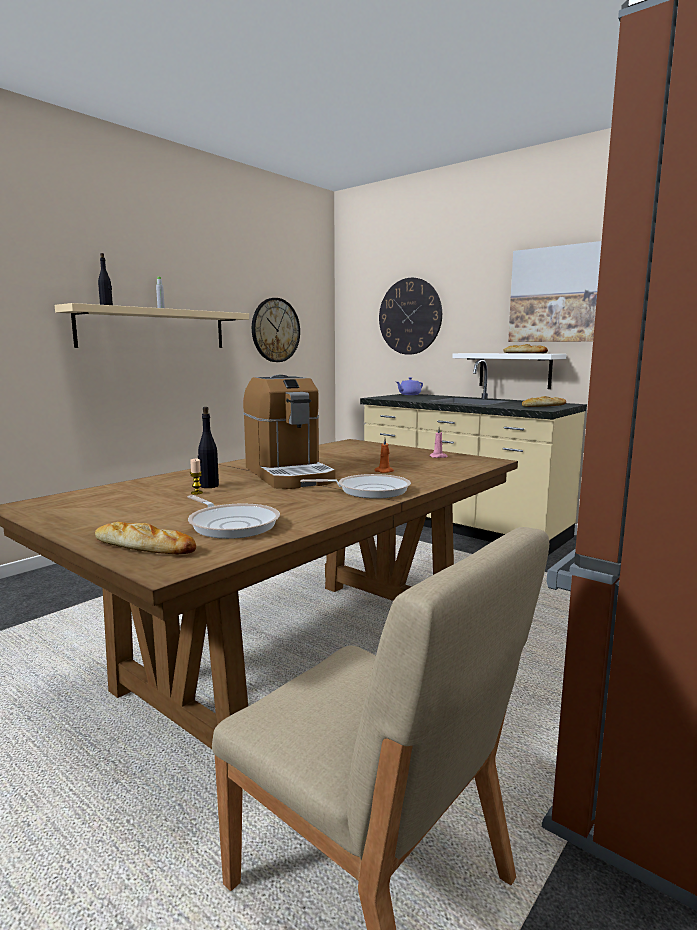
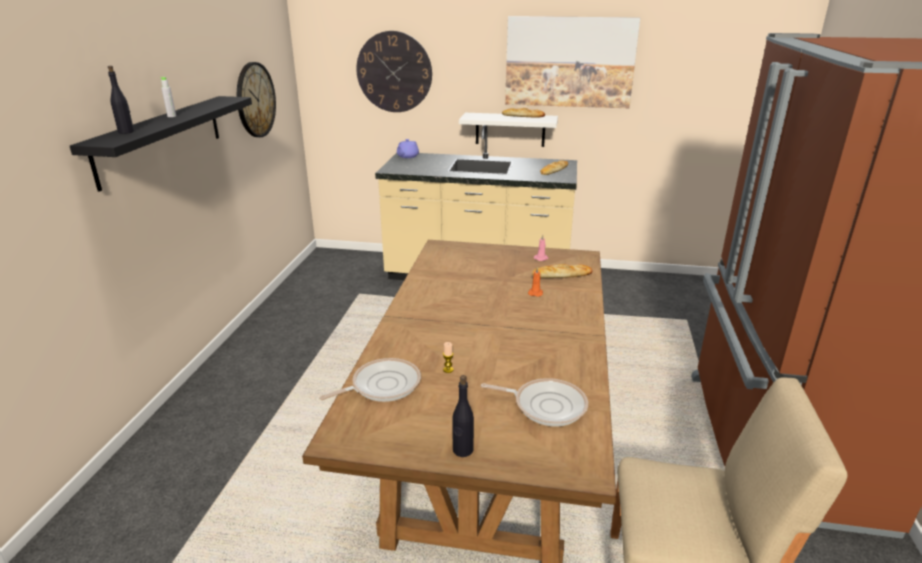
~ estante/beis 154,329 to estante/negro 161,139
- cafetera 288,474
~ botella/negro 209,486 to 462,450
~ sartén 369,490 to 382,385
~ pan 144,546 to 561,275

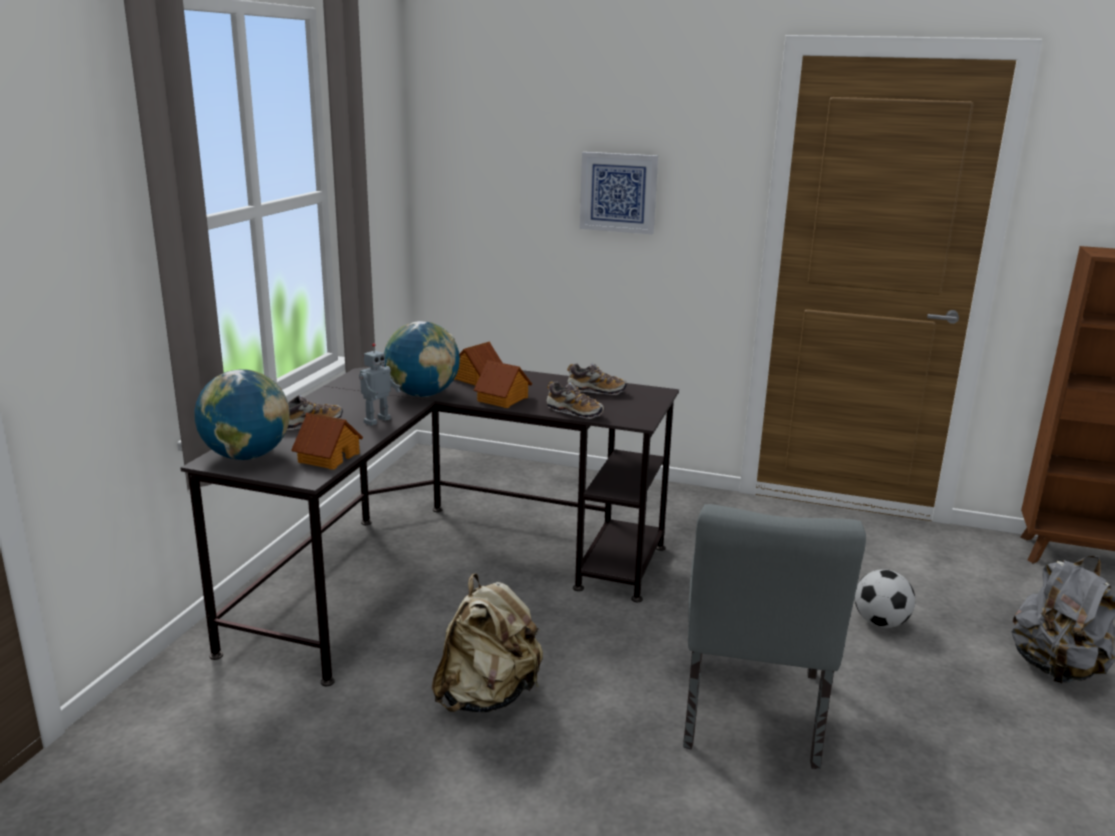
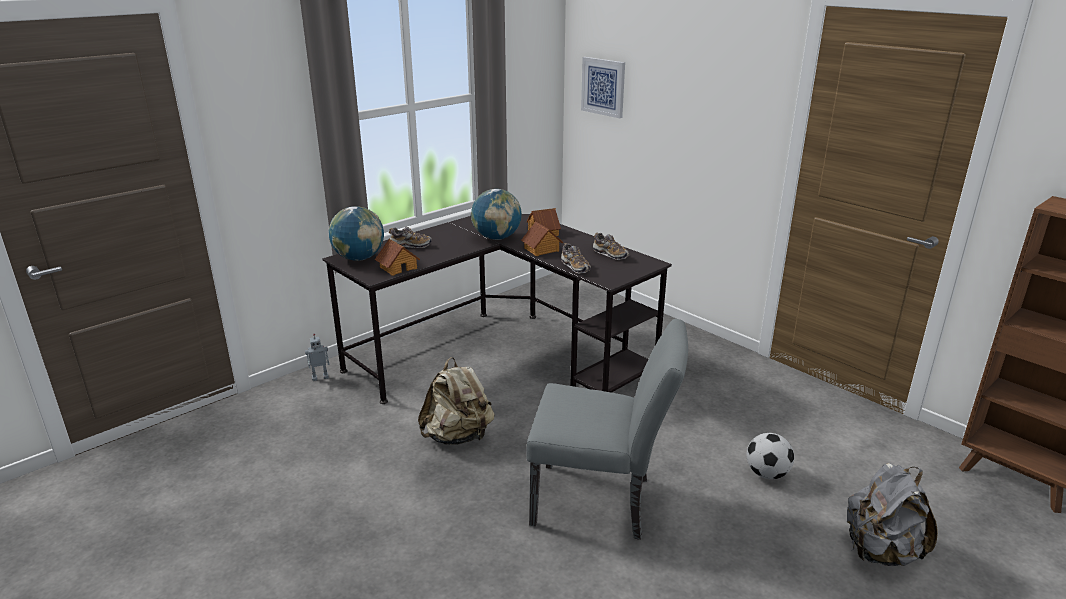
~ cuadro 618,192 to 603,87
~ robot de juguete 376,420 to 320,377
~ silla/gris 750,719 = 601,502 120 degrees counterclockwise

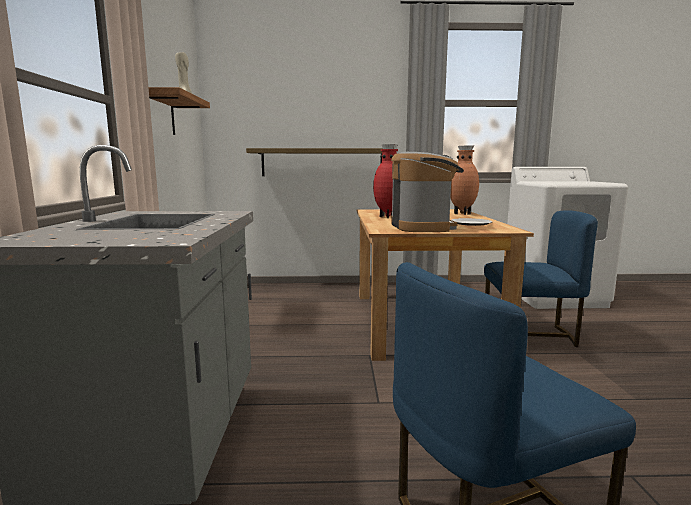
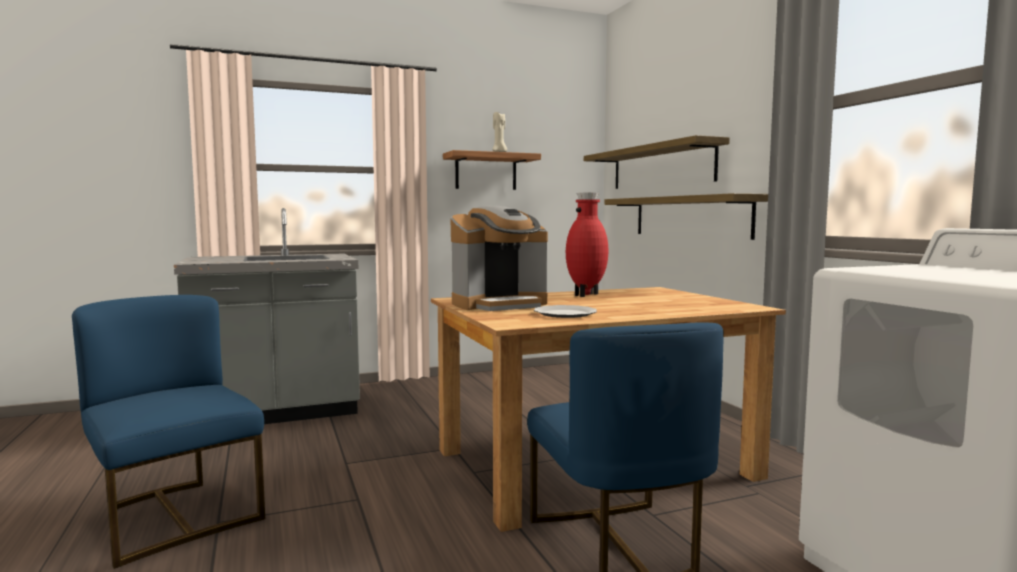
- florero/marrón 462,213
+ estante 661,167

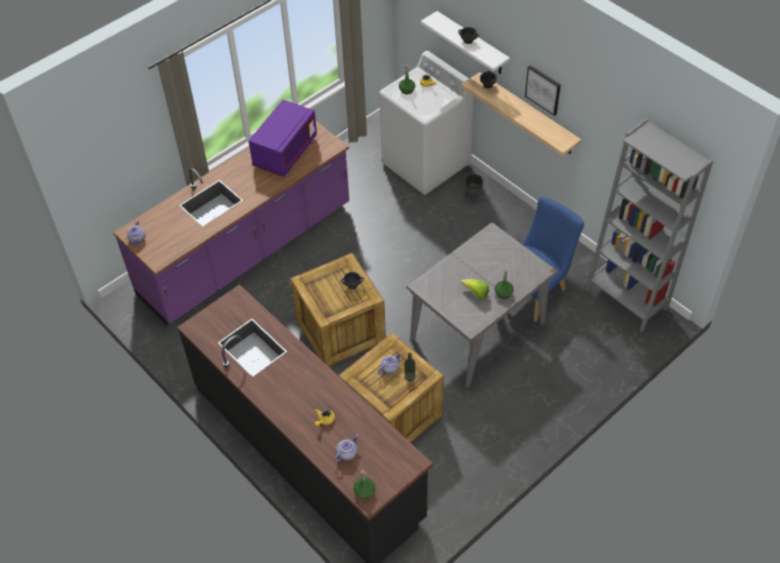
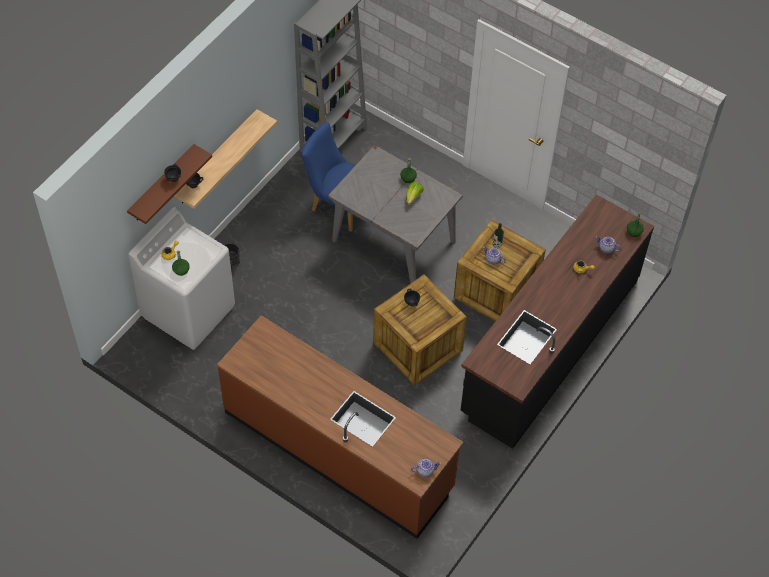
~ estante/blanco 472,44 to estante/marrón 162,184
- cuadro 543,89
- microondas/morado 285,152
~ mueble bajo de cocina/morado 246,251 to mueble bajo de cocina/marrón 339,449

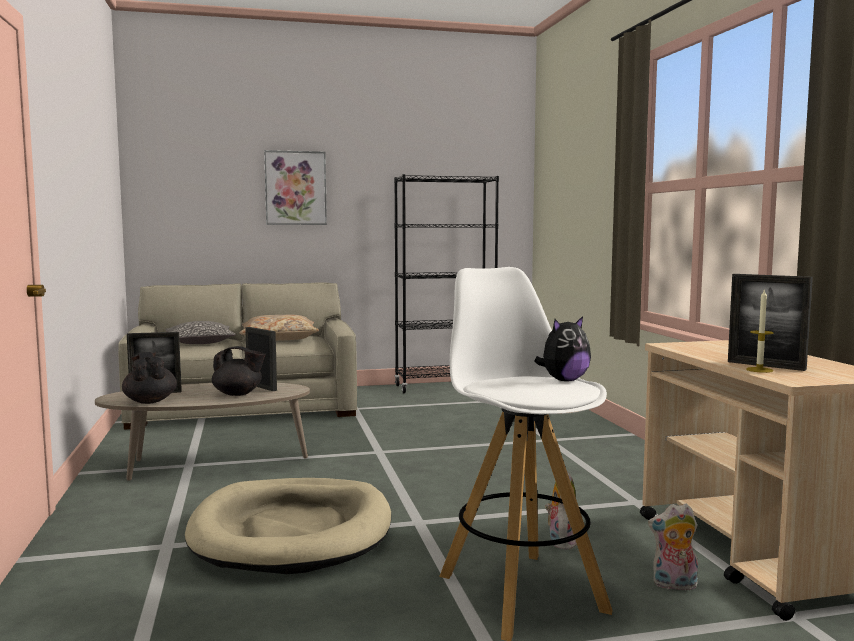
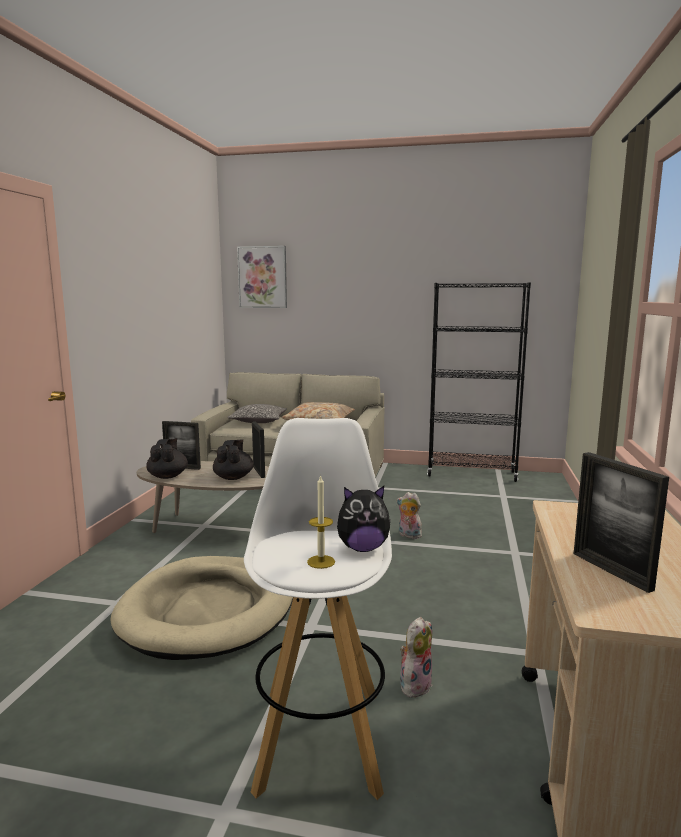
~ cuadro 295,188 to 262,277
~ vela 759,370 to 321,562
~ tetera/negro 238,394 = 233,477 120 degrees counterclockwise
~ peluche 674,585 to 408,535

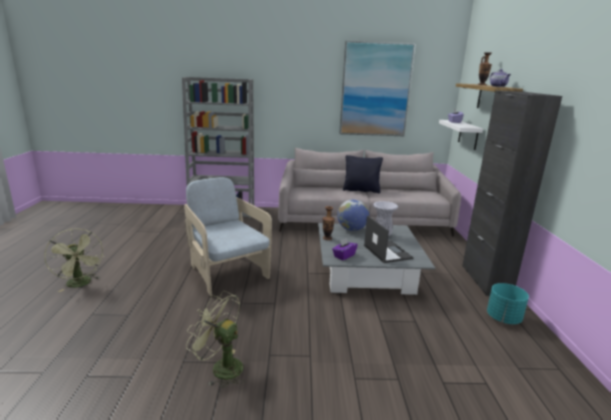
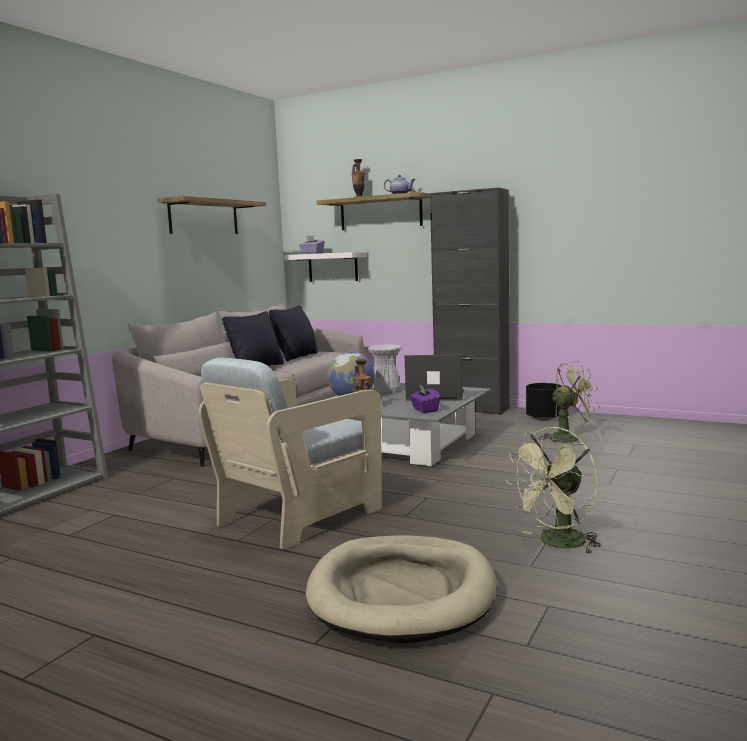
~ cuadro 375,90 to estante 204,217
~ sillón/beis 227,273 = 298,515 45 degrees counterclockwise
~ ventilador/verde 81,284 to 569,438
~ maceta/turquesa 503,318 to maceta/negro 544,418
+ cojín/negro 296,357
+ cama para perro/beis 402,593

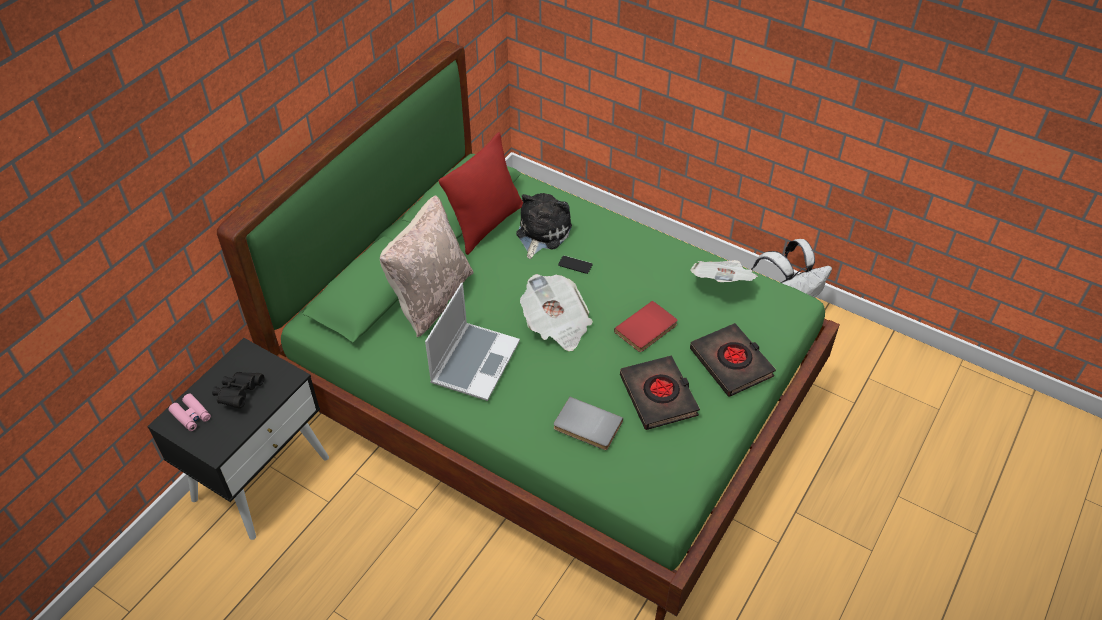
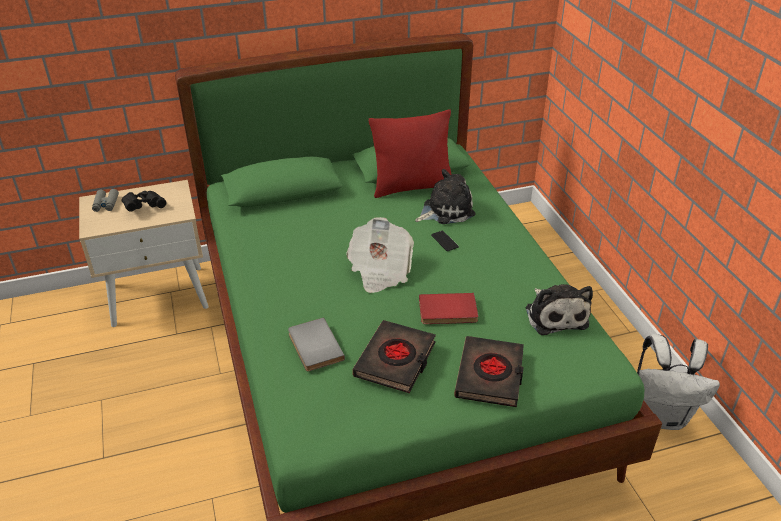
- cojín/beis 430,297
~ periódico 722,283 to peluche 555,315
- portátil 474,361
~ mesita de noche/negro 261,477 to mesita de noche/beis 158,295
~ prismáticos/rosa 191,416 to prismáticos/gris 106,204

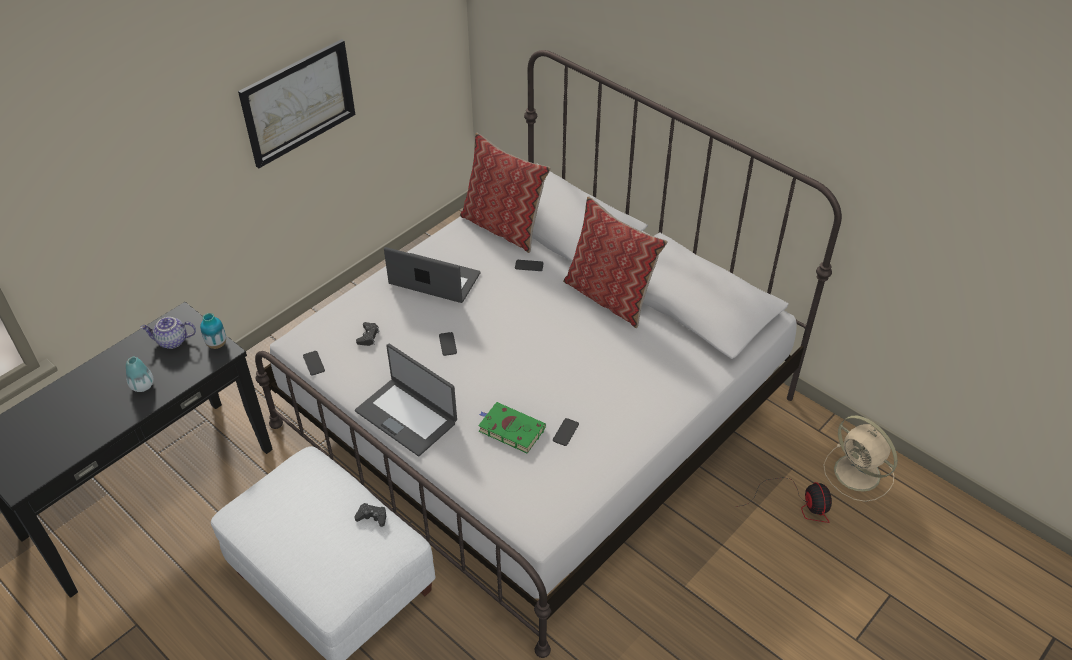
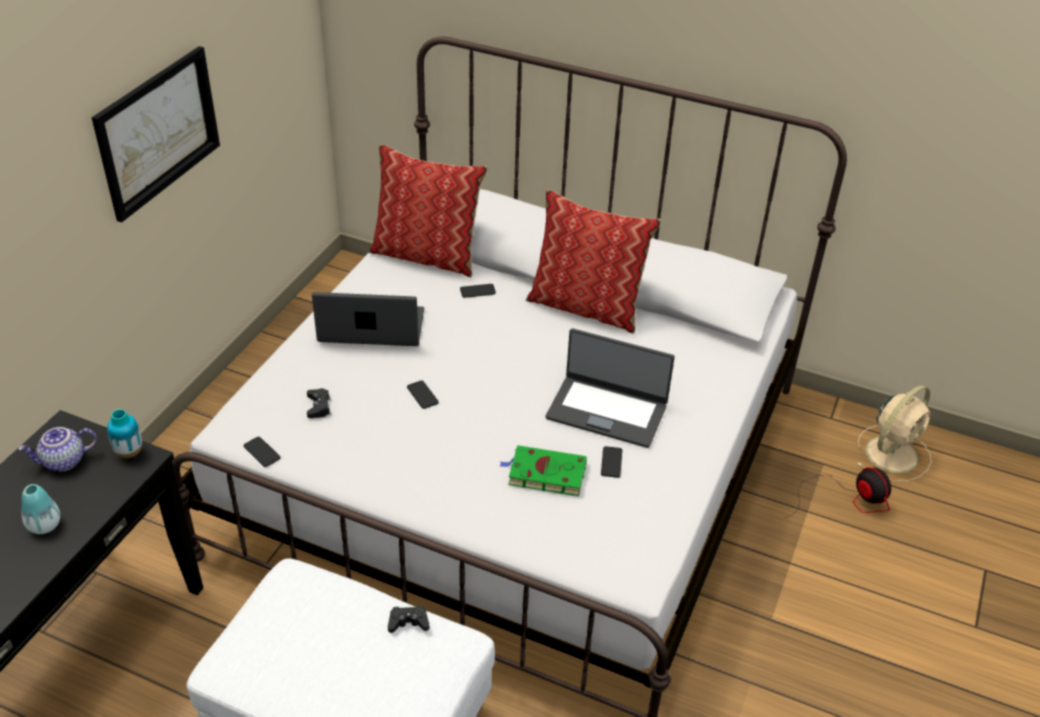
~ portátil 407,416 to 607,411
~ ventilador/beis 859,474 = 893,453 75 degrees counterclockwise

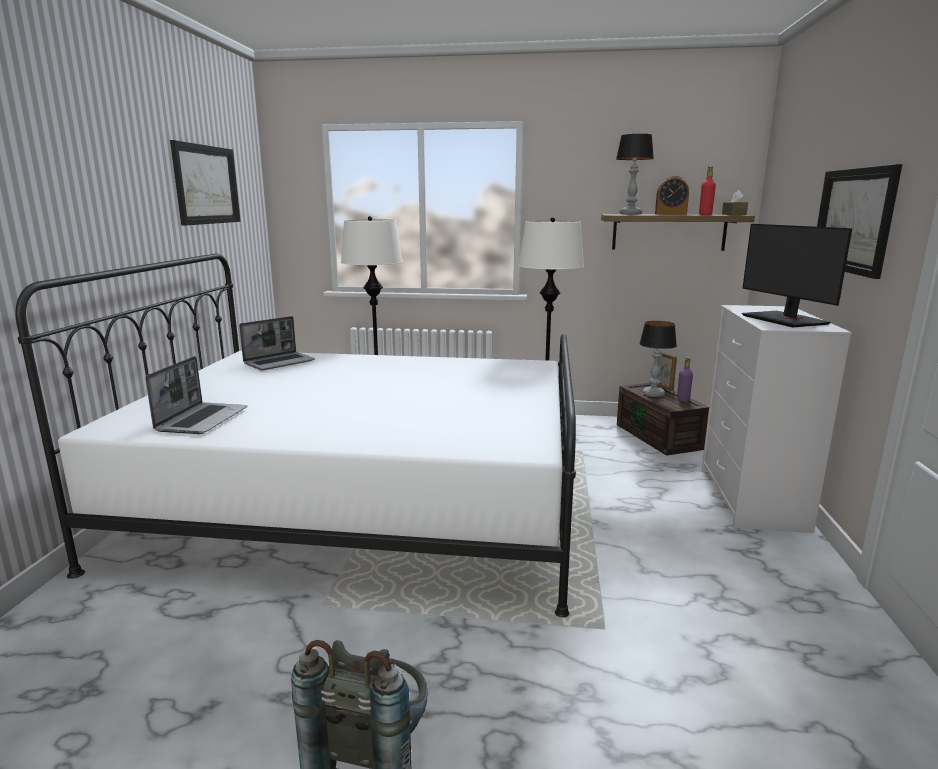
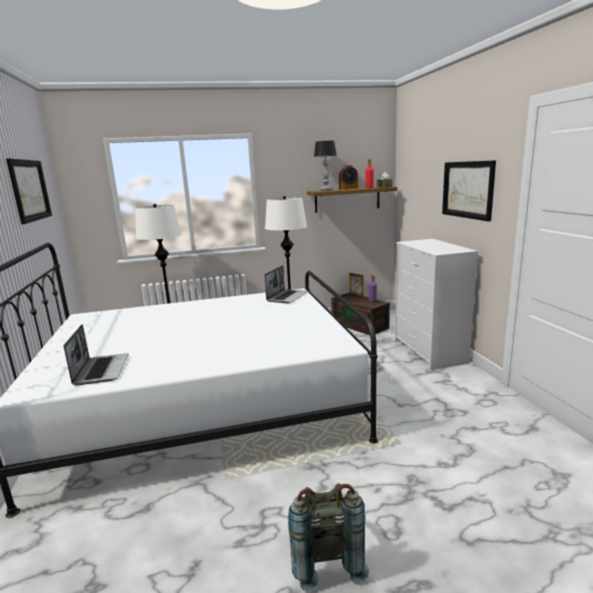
- monitor 785,320
~ portátil 280,362 to 287,297
- lámpara de mesa 652,394

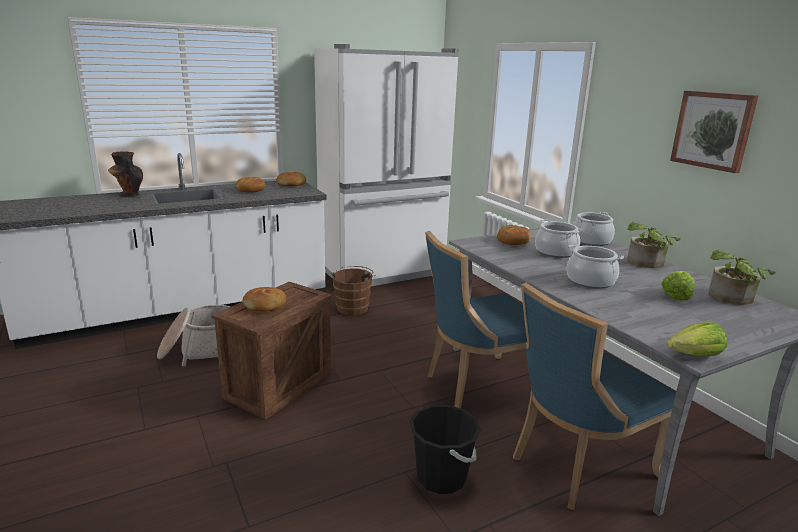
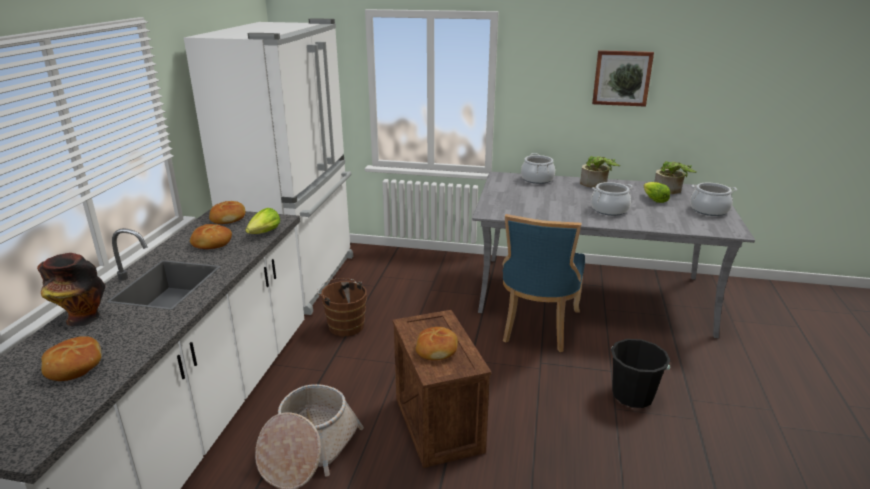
~ olla 555,252 to 709,210
~ pan 513,241 to 73,366
- silla/azul 577,465
~ lechuga 695,356 to 265,233

